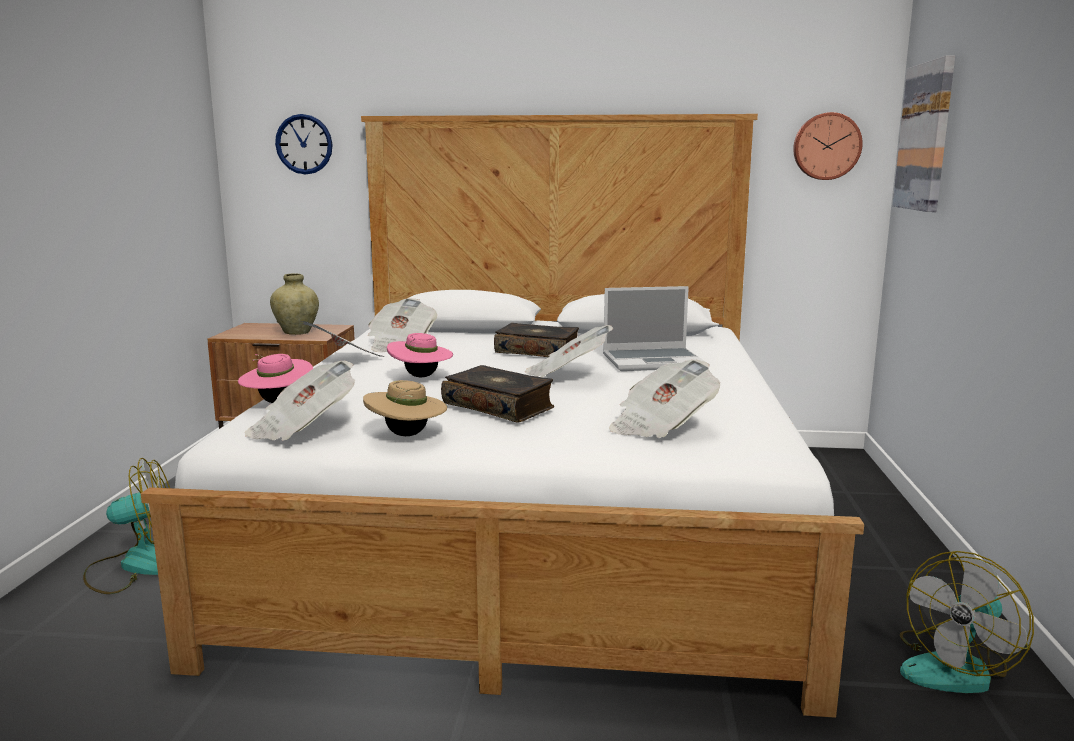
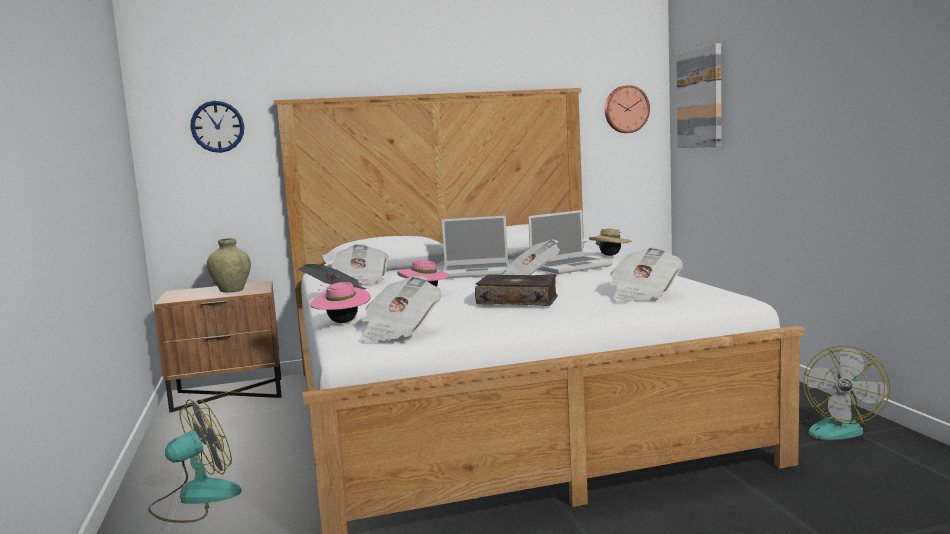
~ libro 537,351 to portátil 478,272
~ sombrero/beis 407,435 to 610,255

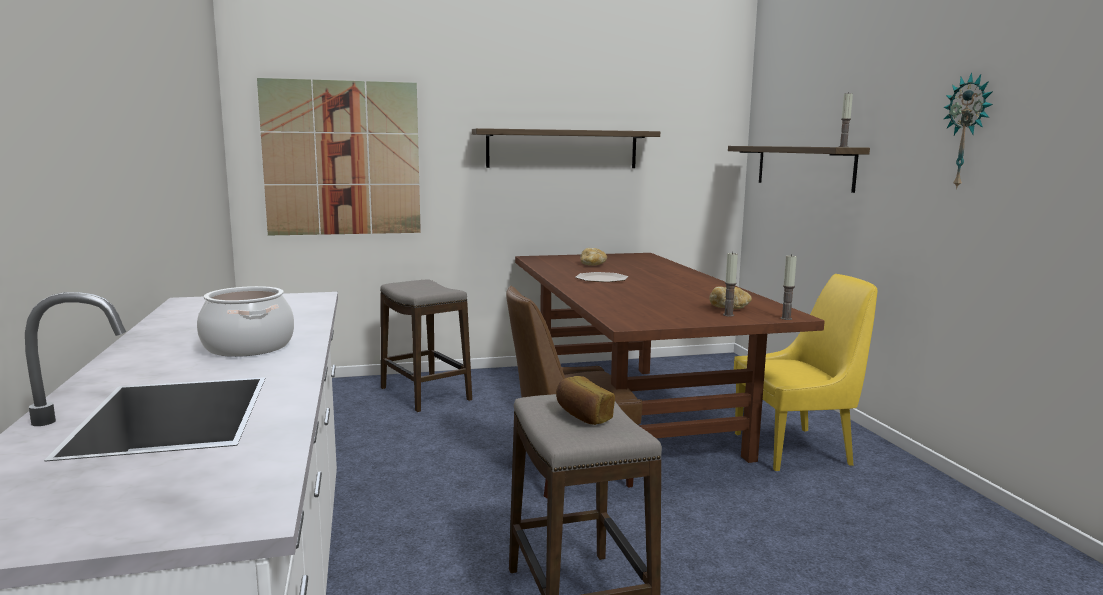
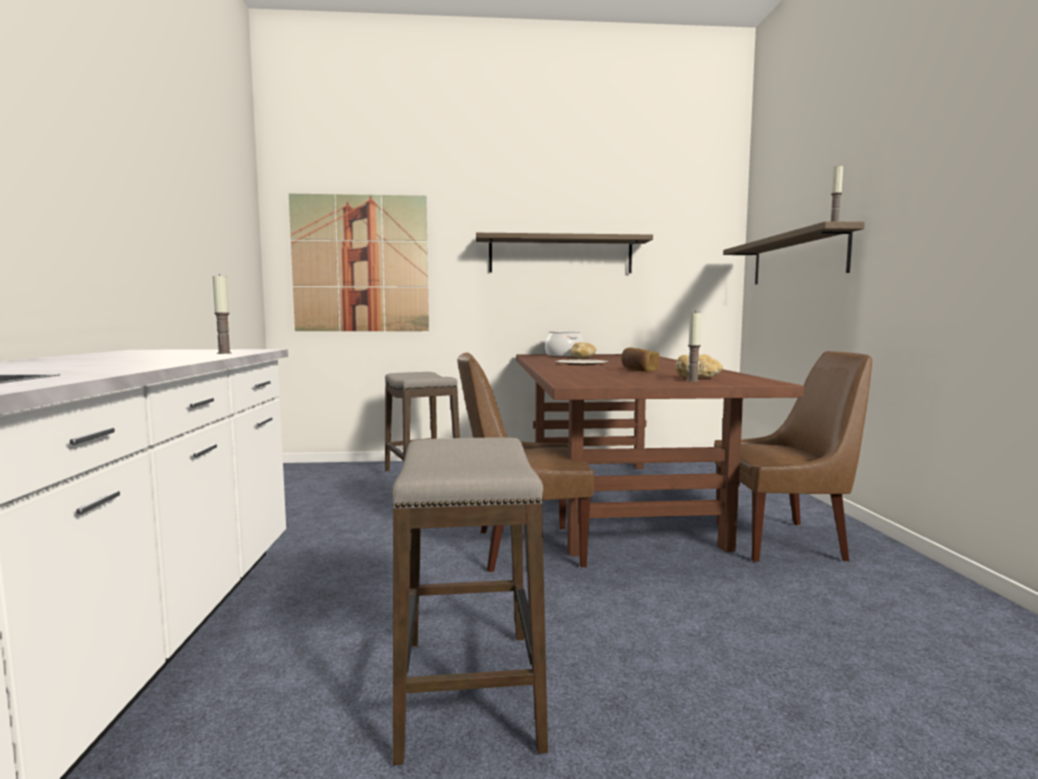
- reloj de pared 968,132
~ vela 786,318 to 224,353
~ silla/amarillo 796,449 to silla/marrón 783,541
~ olla 247,347 to 563,355
~ pan 583,416 to 638,370

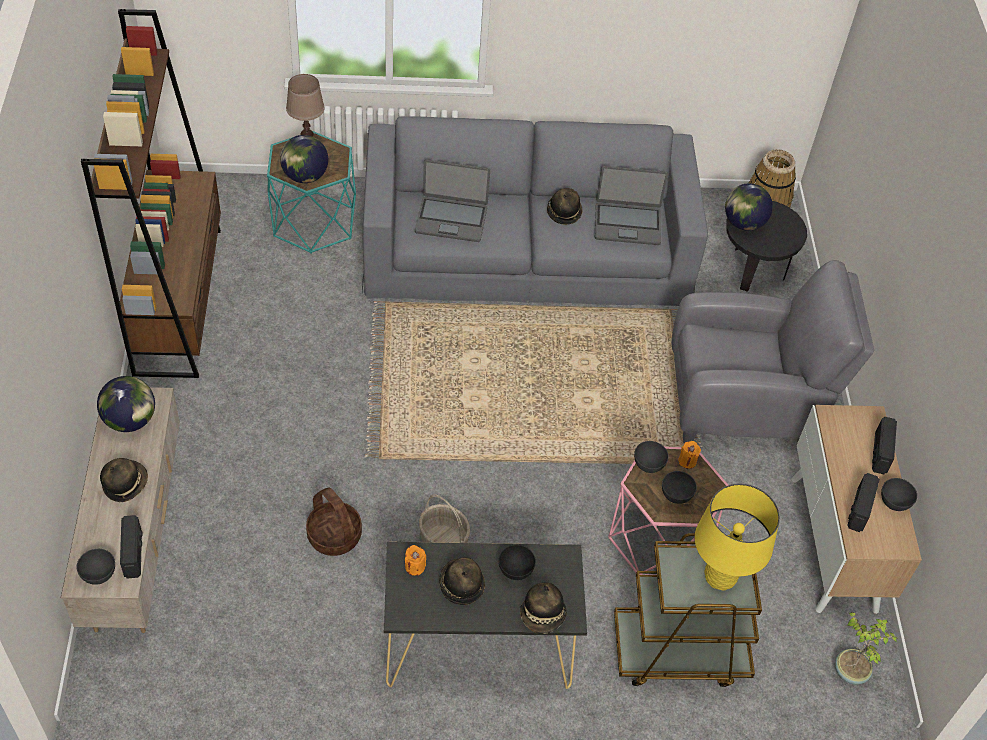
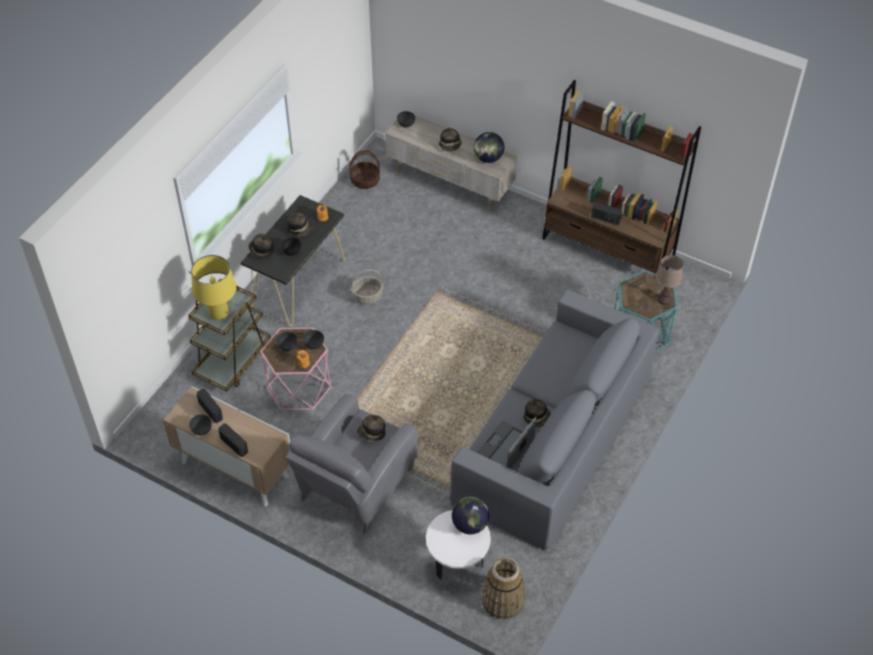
- globo terráqueo 305,176
- portátil 451,219
~ mesa auxiliar/negro 753,269 to mesa auxiliar/blanco 457,562
~ cesta 334,535 to 365,180
~ radio 133,554 to 605,219
- planta en maceta 851,671
+ sombrero 371,433

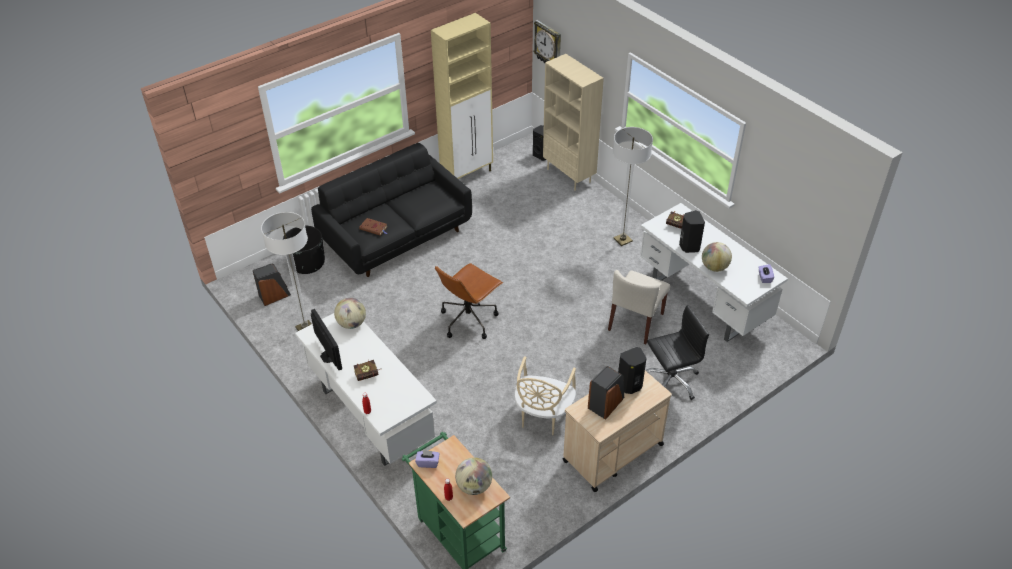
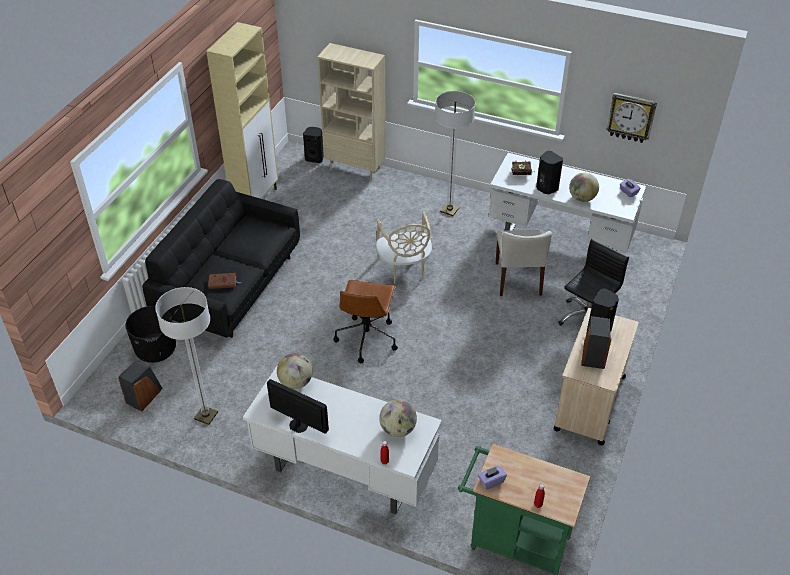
~ reloj de pared 548,45 to 631,117
~ silla/beis 542,416 to 404,269
- libro 369,375
~ globo terráqueo 474,486 to 398,429

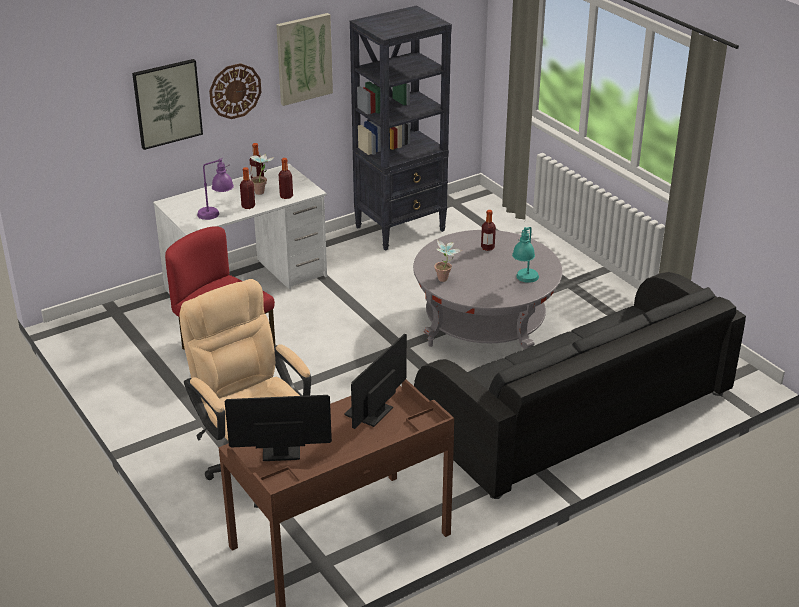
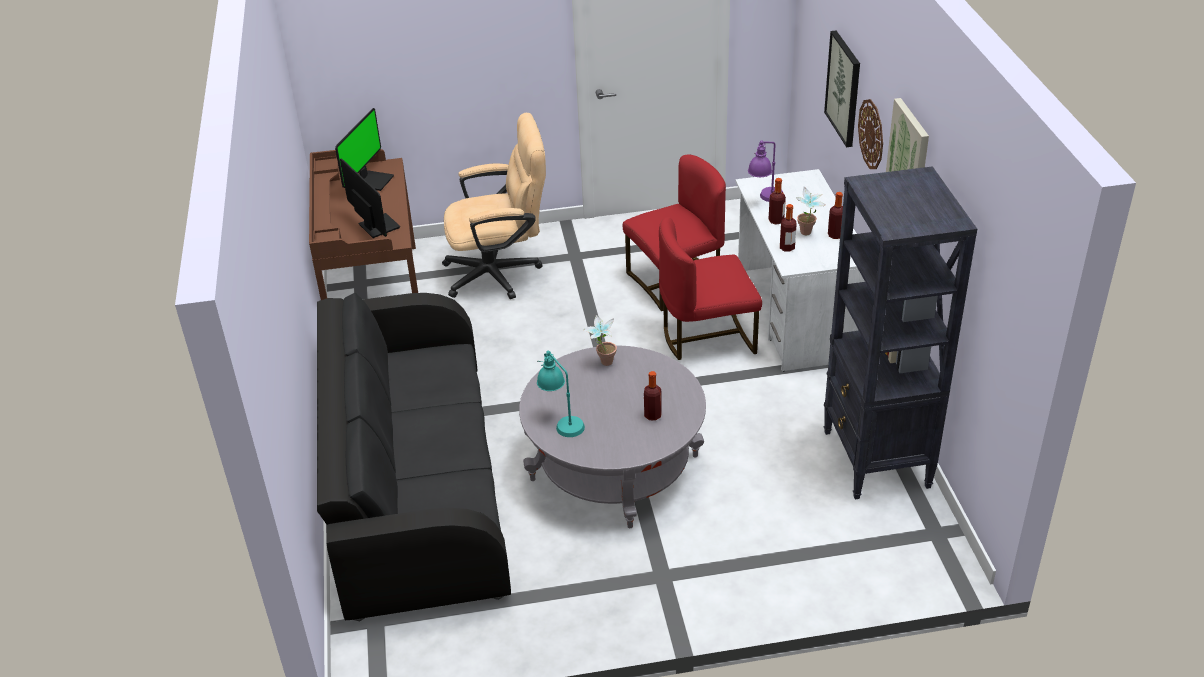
+ silla/rojo 707,337

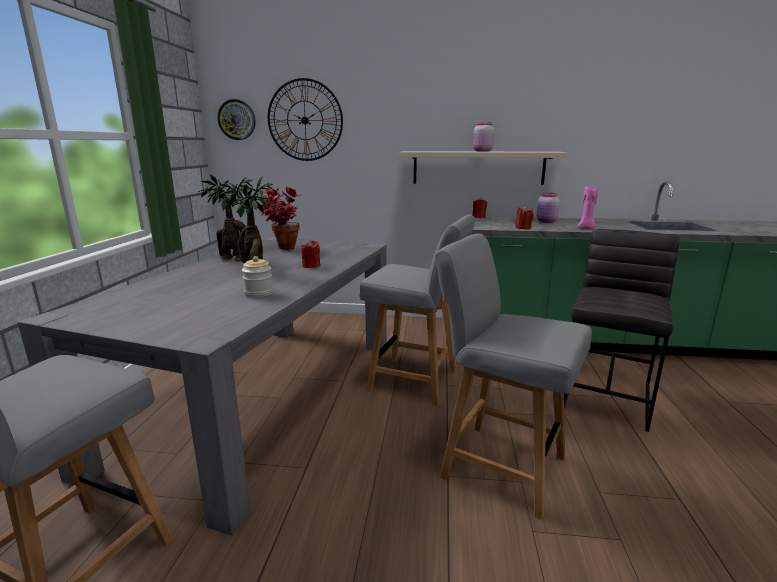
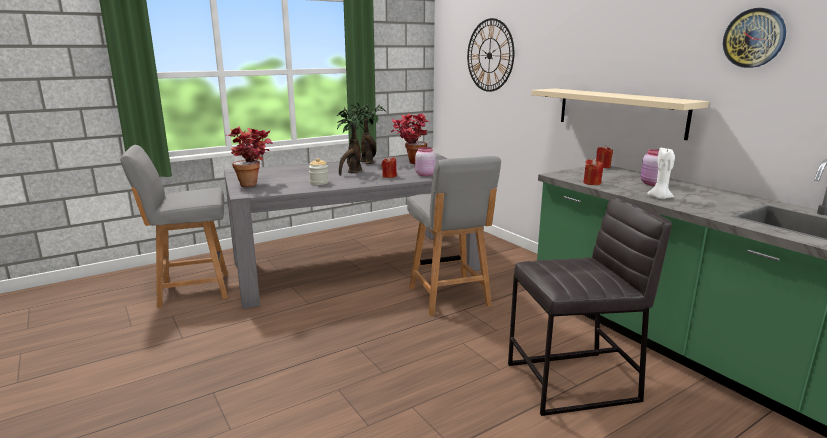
~ reloj de pared 237,120 to 754,38
~ tarro/rosa 482,151 to 424,174
~ vela/rosa 586,228 to vela/blanco 660,198
- silla/gris 500,465
+ planta en maceta 254,184

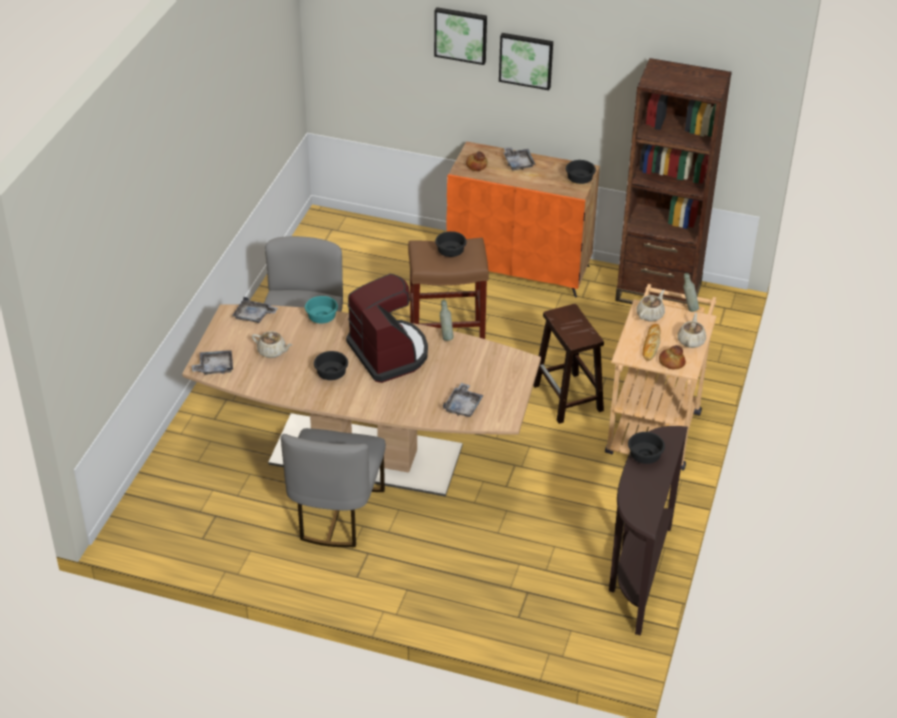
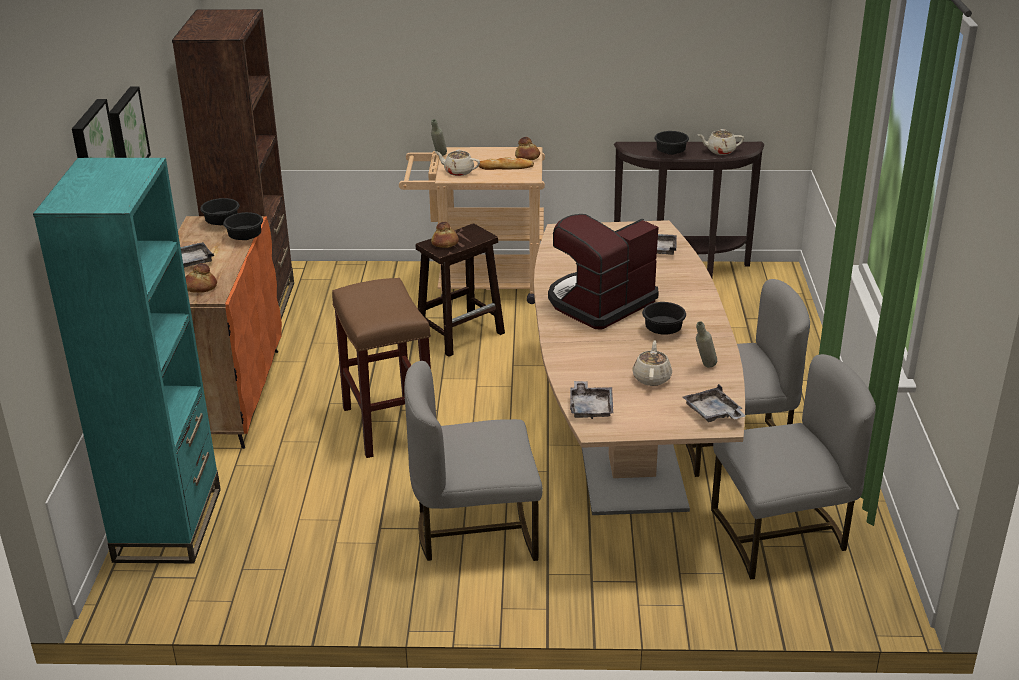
~ cuenco/negro 451,252 to 244,237
- cuenco/turquesa 322,319
~ botella/gris 446,336 to 704,367
~ tetera/beis 691,341 to 720,151
+ estantería/turquesa 169,524
+ pan 445,243
+ silla/gris 781,535

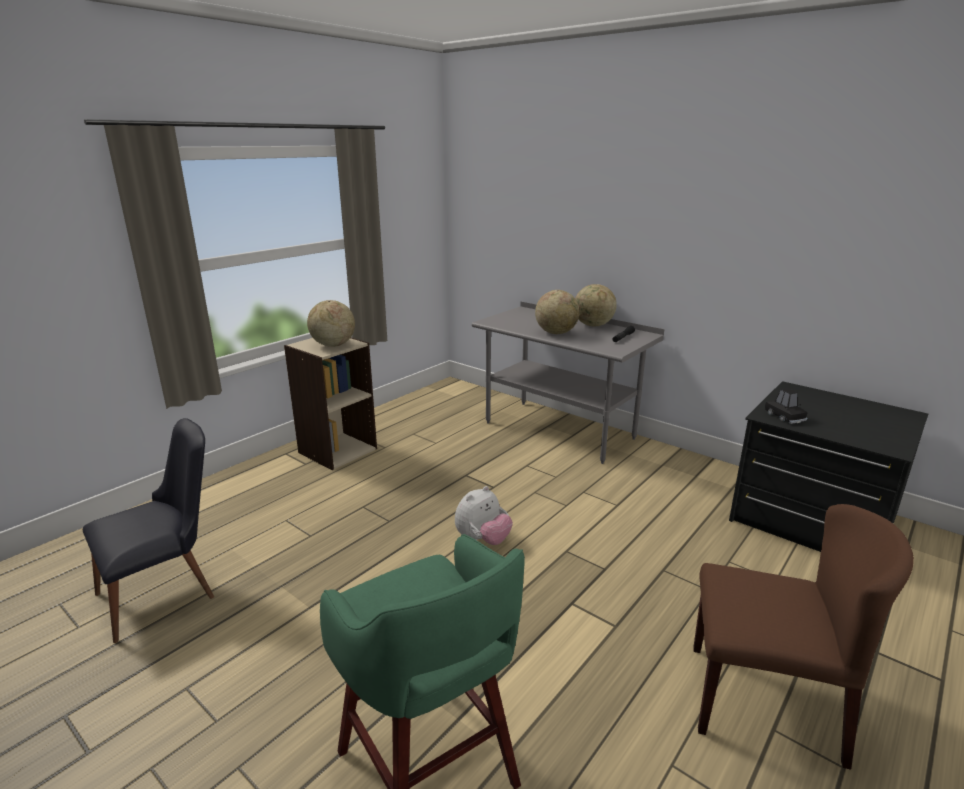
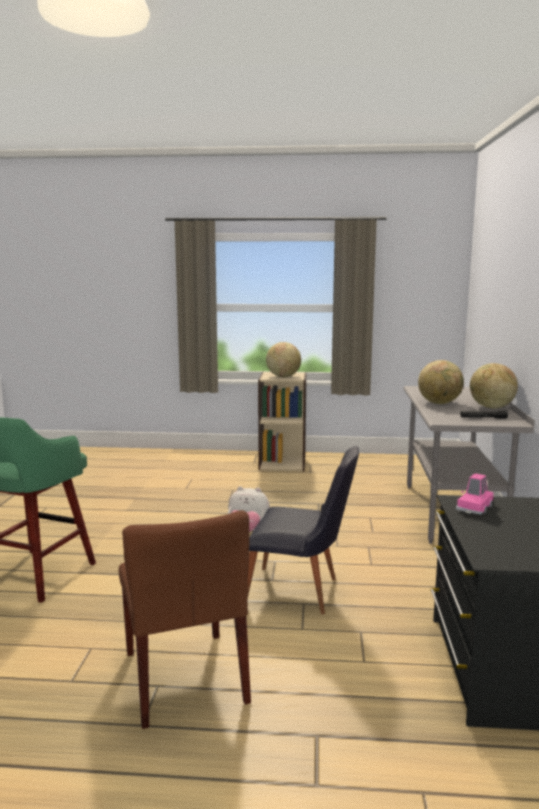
~ coche de juguete/negro 784,416 to coche de juguete/rosa 474,507
~ silla/negro 168,592 to 301,592

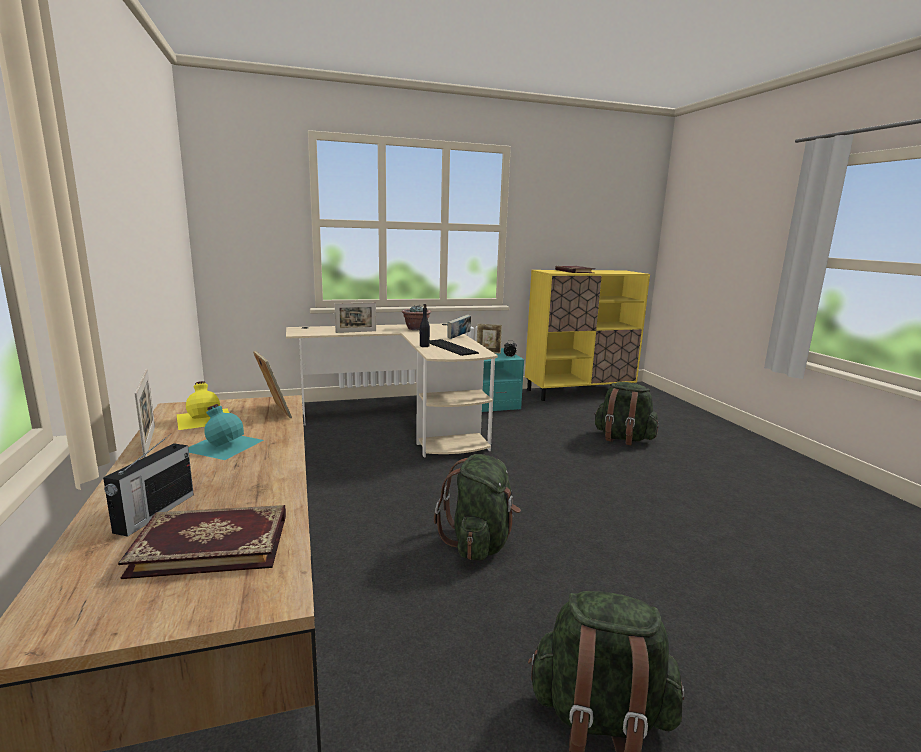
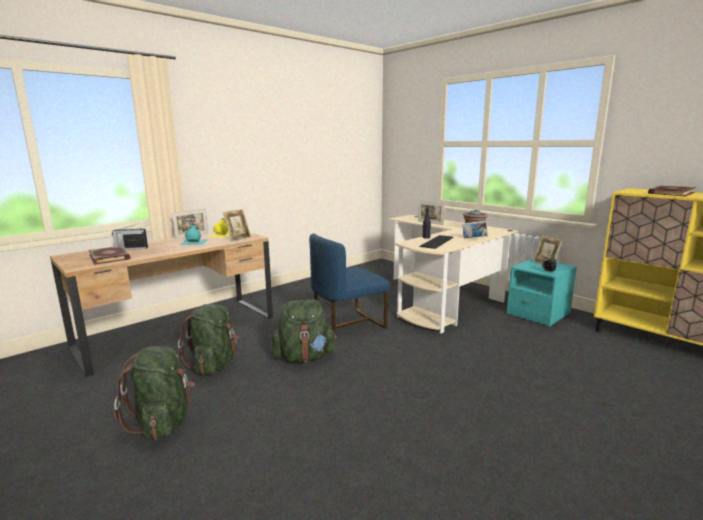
~ mochila/verde 623,438 to 214,364
+ silla/azul 347,324

